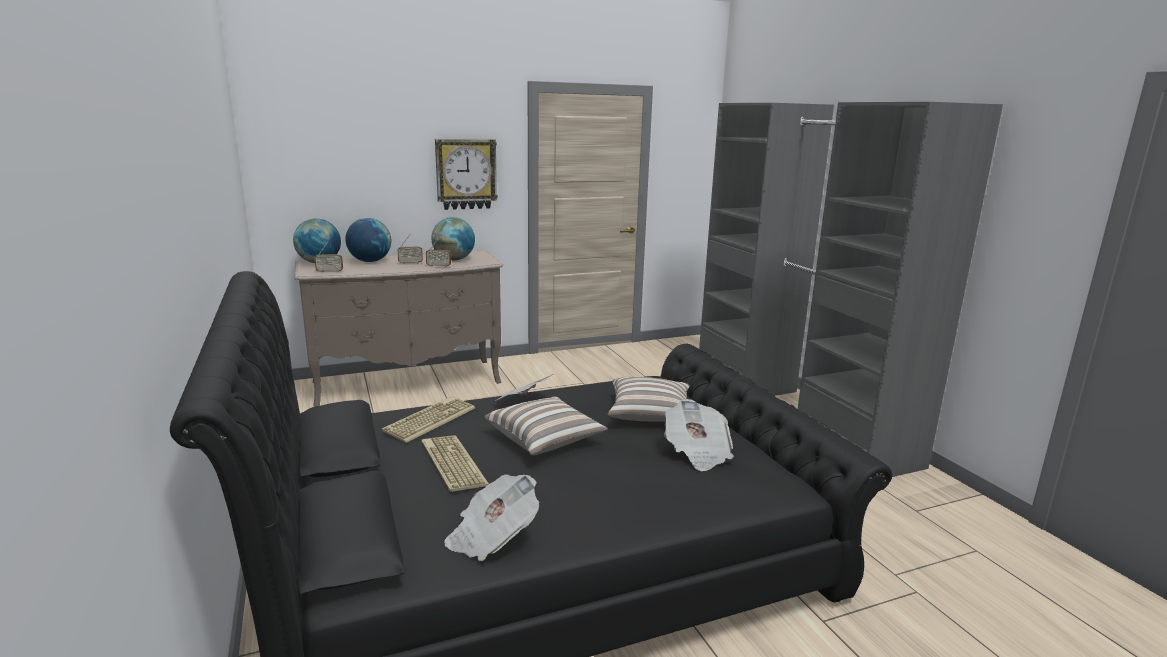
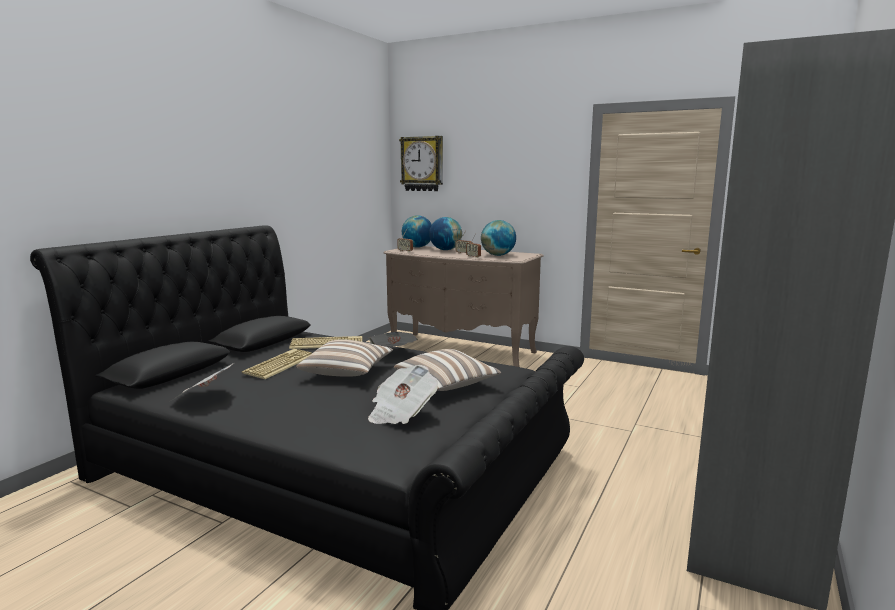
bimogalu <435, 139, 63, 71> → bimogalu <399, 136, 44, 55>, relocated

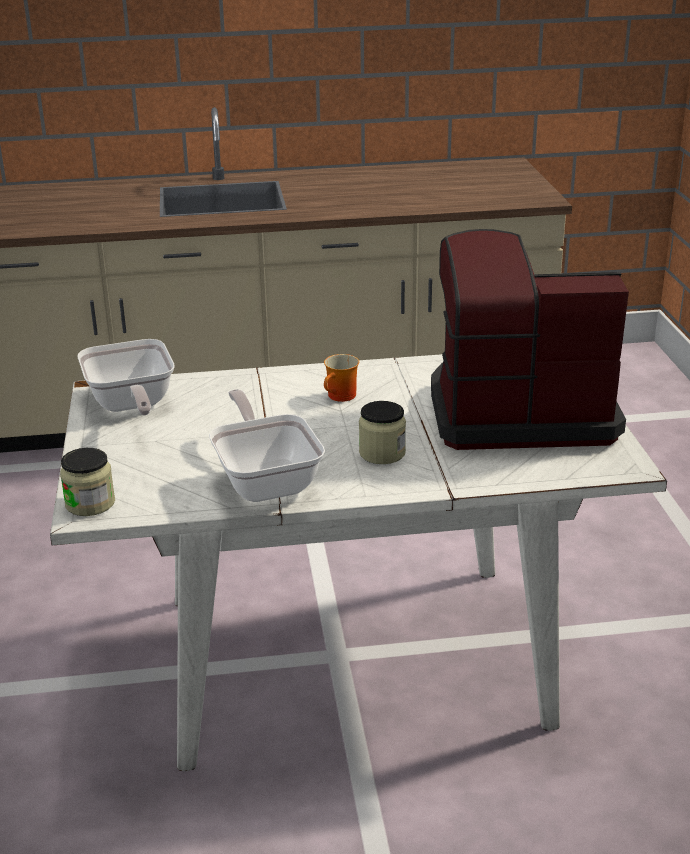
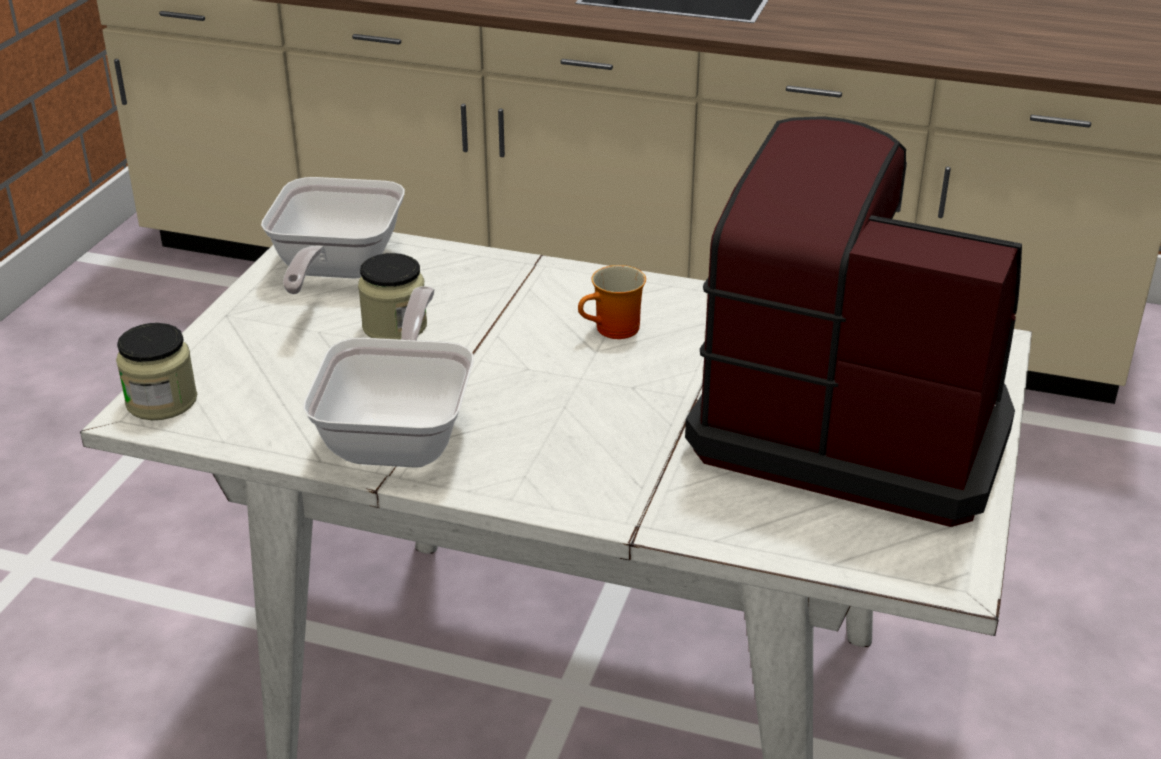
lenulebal <359, 401, 47, 63> → lenulebal <358, 253, 69, 86>, relocated

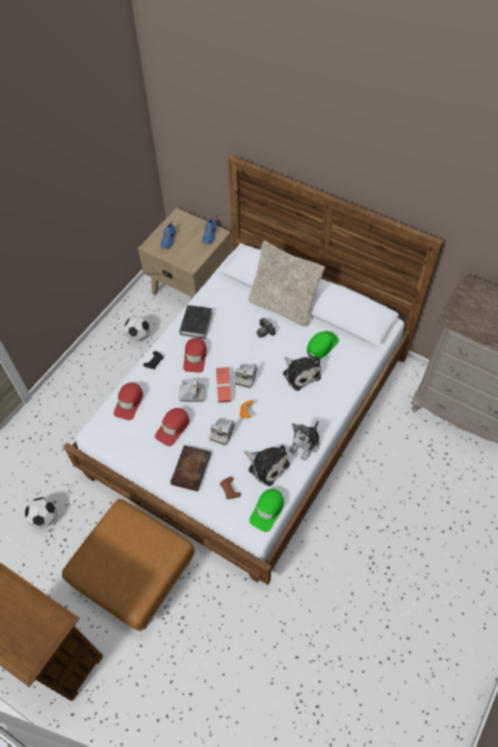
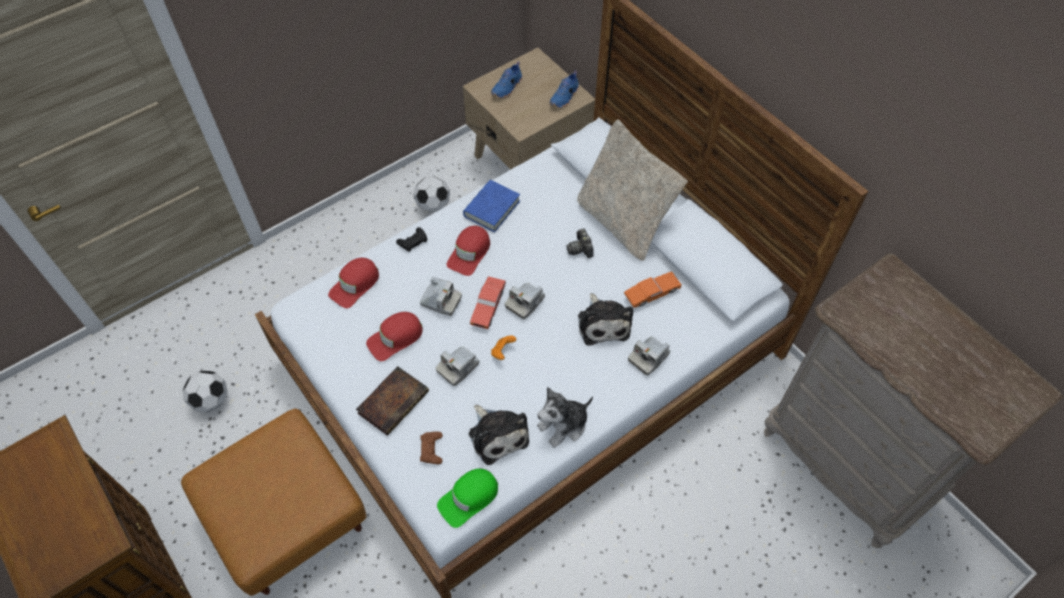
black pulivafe <179, 305, 33, 34> → blue pulivafe <463, 180, 57, 52>
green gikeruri <307, 331, 32, 28> → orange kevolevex <624, 272, 58, 36>
- → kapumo <628, 336, 42, 39>

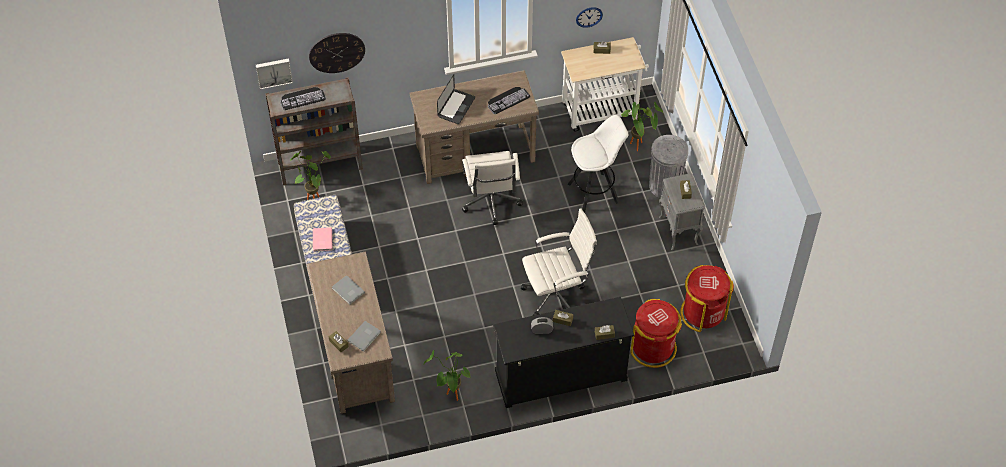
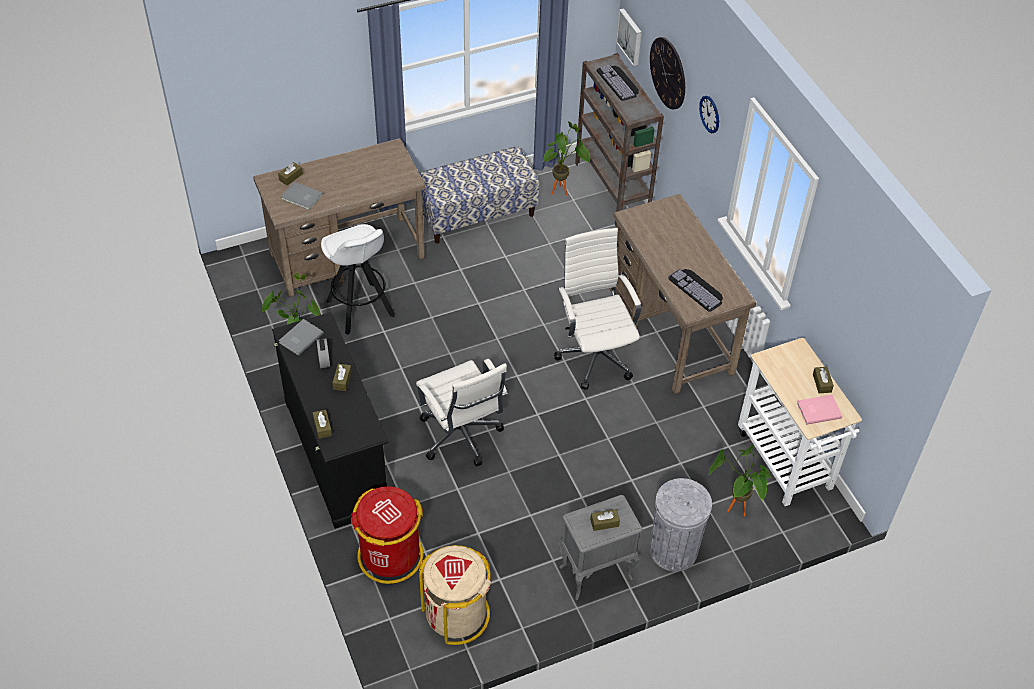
bimogalu <576, 7, 27, 21> → bimogalu <699, 96, 20, 37>, relocated
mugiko <437, 74, 38, 50> → -
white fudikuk <568, 115, 61, 98> → white fudikuk <321, 224, 74, 111>, relocated
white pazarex <462, 151, 61, 74> → white pazarex <554, 228, 87, 162>, 90 degrees clockwise
pink pulivafe <313, 227, 19, 24> → pink pulivafe <797, 395, 45, 30>, relocated
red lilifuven <680, 265, 54, 67> → beige lilifuven <419, 545, 72, 100>
grey pulivafe <332, 275, 33, 30> → grey pulivafe <279, 319, 45, 37>, relocated

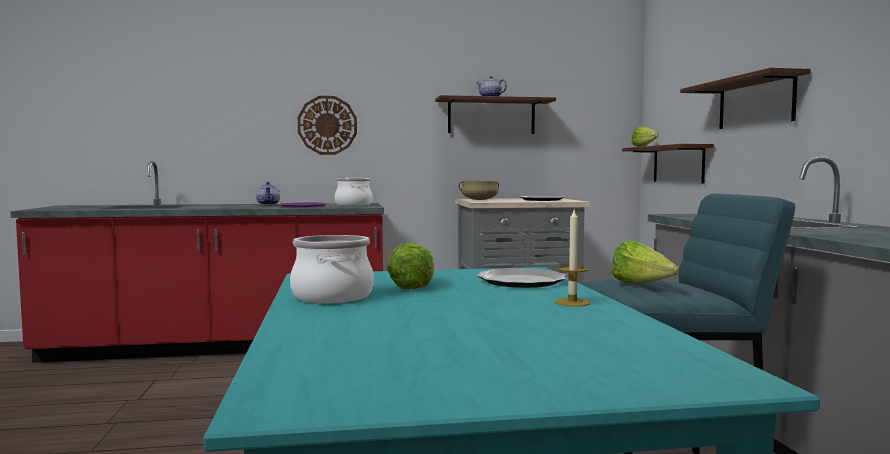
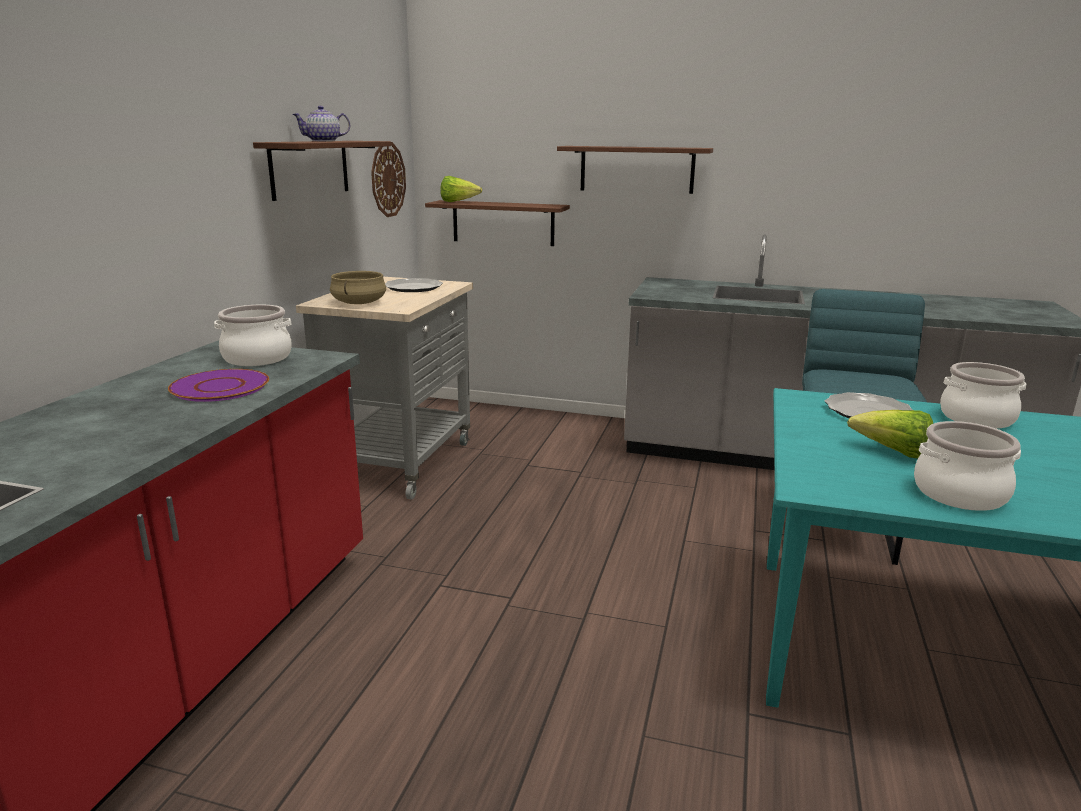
bimogalu <298, 96, 59, 59> → bimogalu <371, 142, 35, 75>, relocated
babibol <256, 182, 24, 23> → -
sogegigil <555, 210, 35, 97> → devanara <940, 362, 86, 67>
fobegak <612, 240, 67, 44> → -

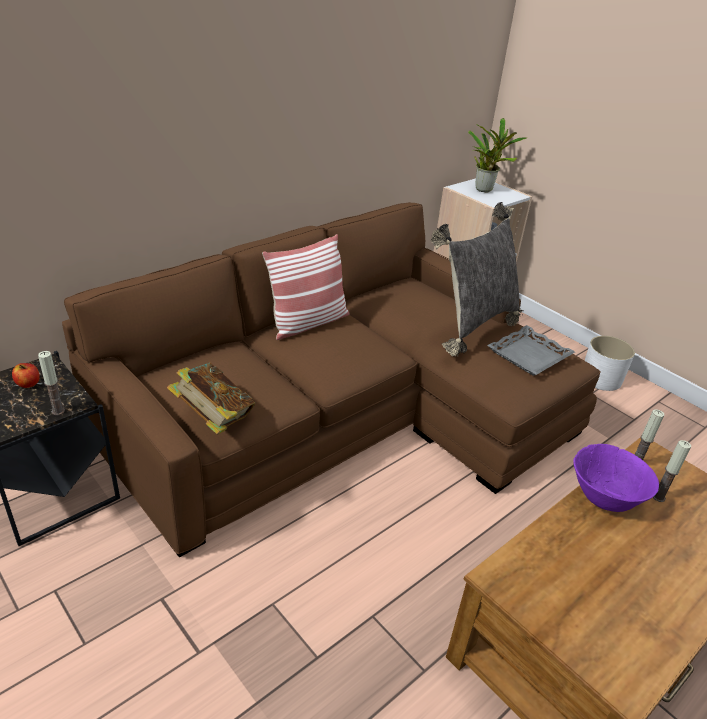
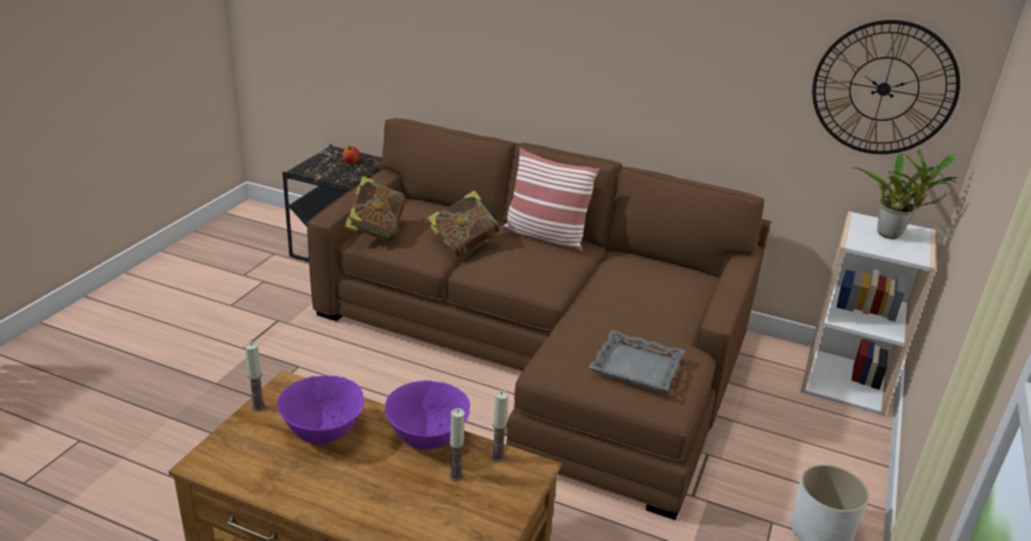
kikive <431, 202, 93, 155> → -
sogegigil <38, 351, 27, 64> → sogegigil <245, 342, 20, 70>, relocated
- → bimogalu <812, 20, 148, 134>
- → pulivafe <428, 190, 73, 68>
- → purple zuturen <277, 375, 88, 70>

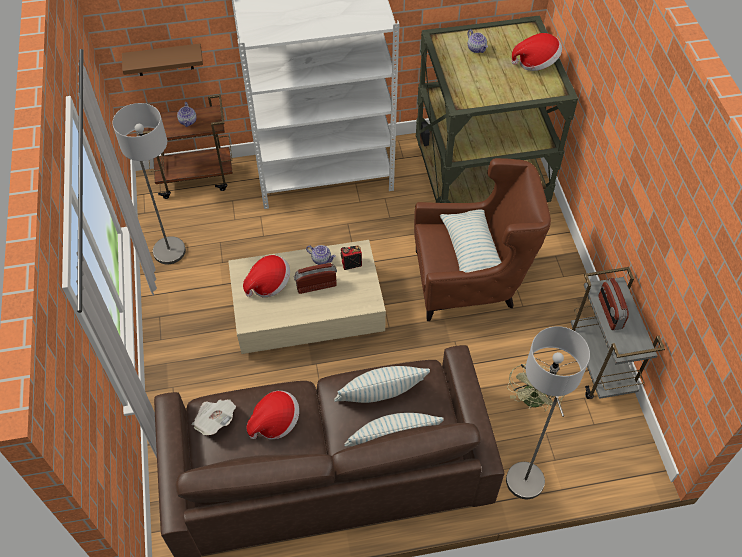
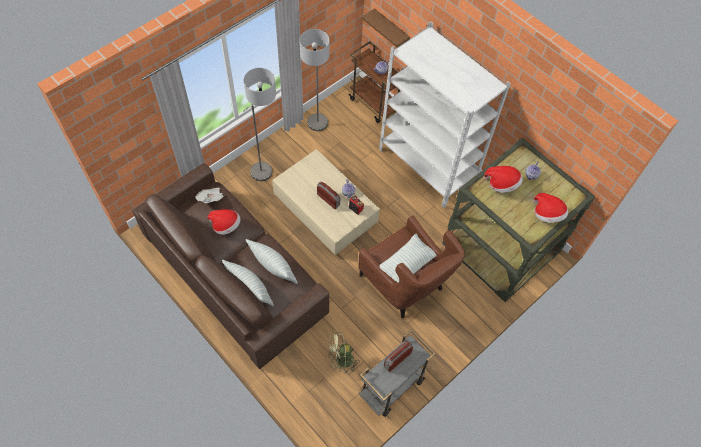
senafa <243, 255, 47, 43> → senafa <484, 166, 39, 27>, relocated
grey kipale <506, 326, 84, 173> → grey kipale <243, 68, 33, 113>, relocated

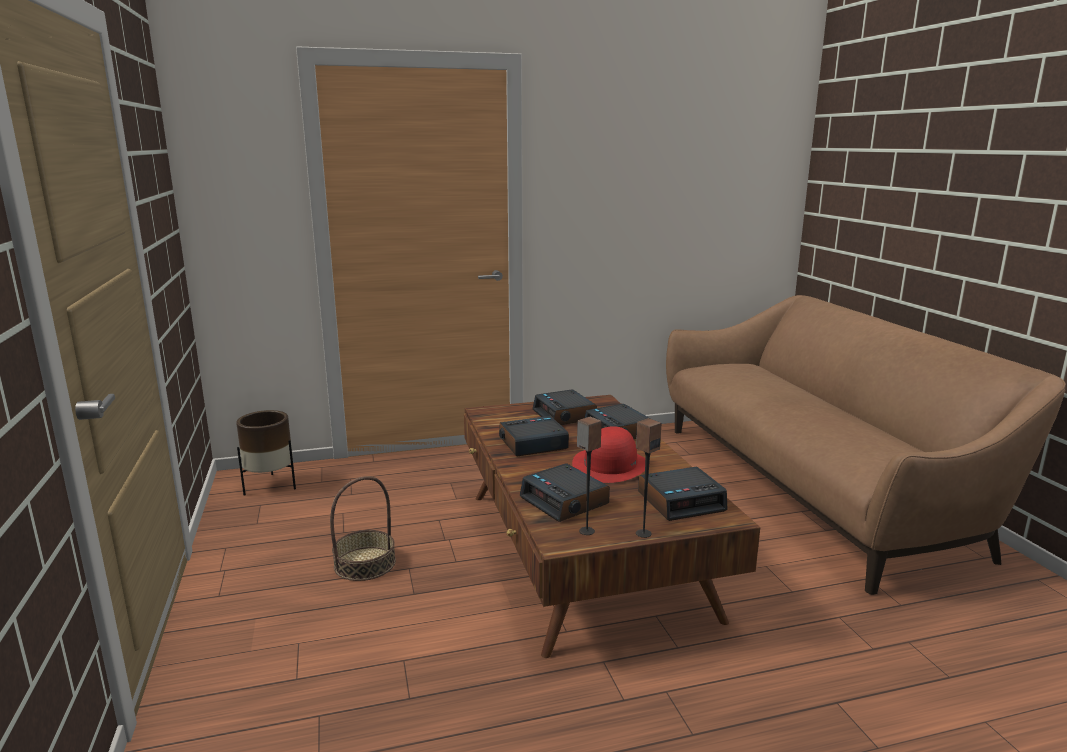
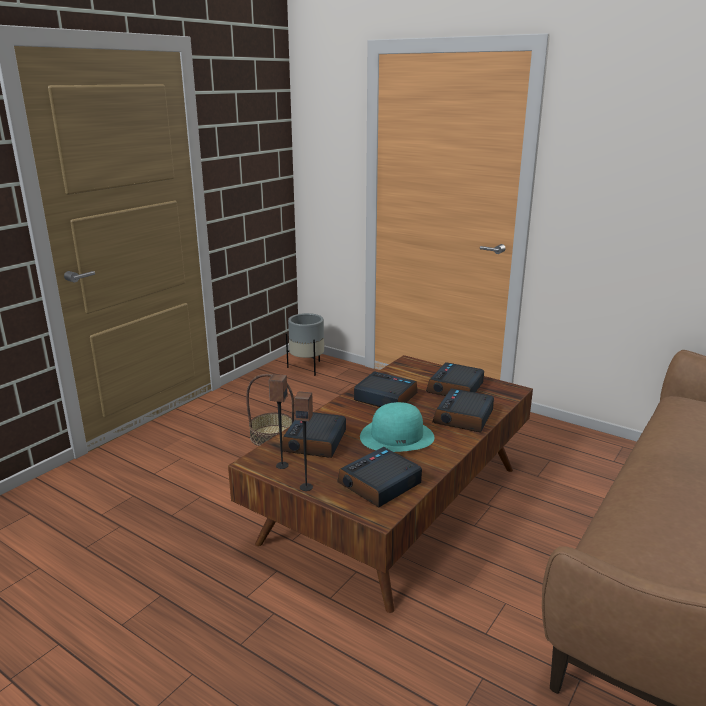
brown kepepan <236, 410, 60, 86> → grey kepepan <286, 313, 38, 63>
red senafa <572, 426, 73, 57> → turquoise senafa <360, 402, 74, 50>
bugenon <638, 467, 90, 54> → bugenon <337, 447, 85, 61>, 105 degrees clockwise

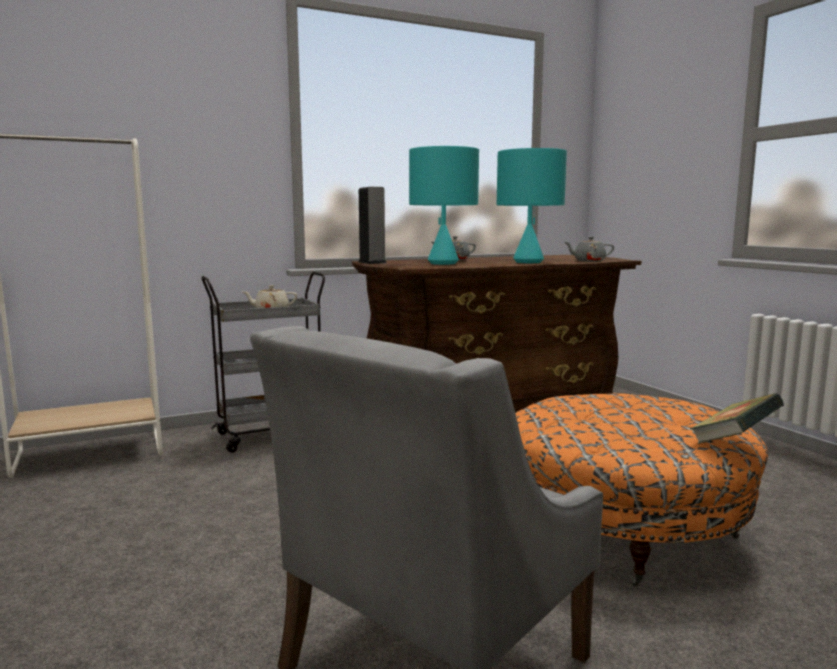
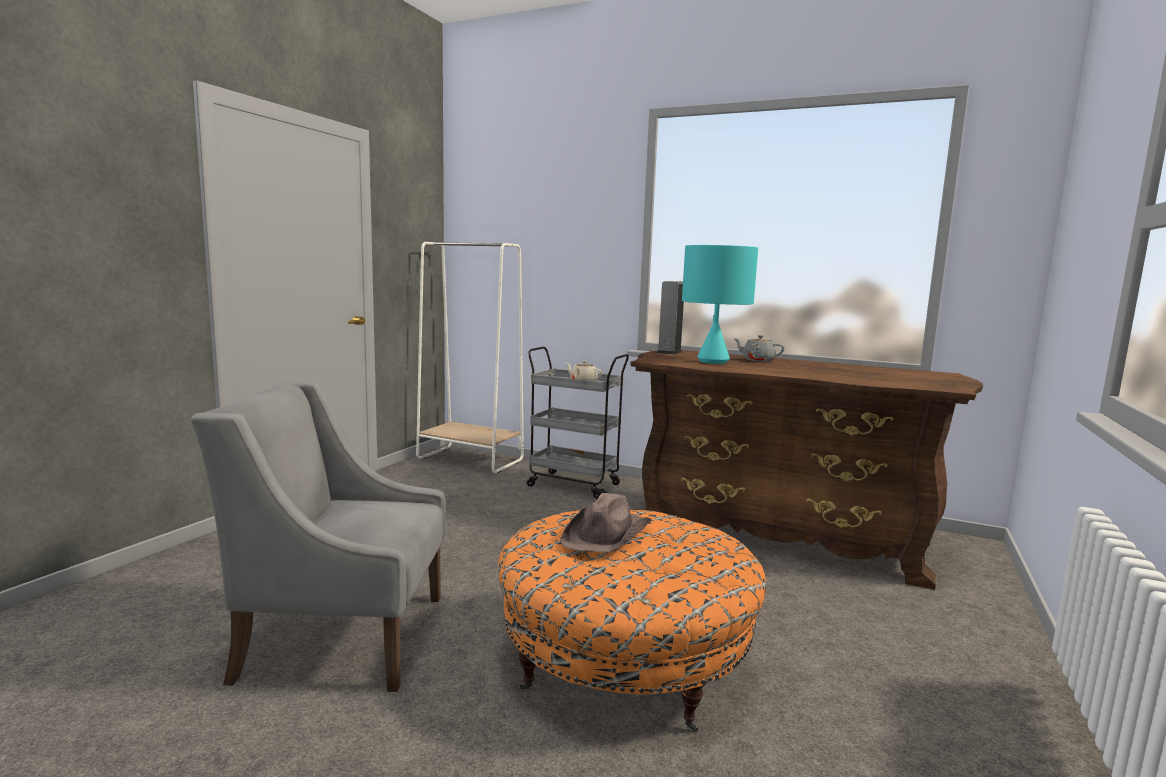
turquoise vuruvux <497, 148, 70, 115> → -
grey babibol <565, 237, 49, 25> → -
pulivafe <690, 393, 94, 51> → -
- → brown senafa <560, 493, 92, 59>

